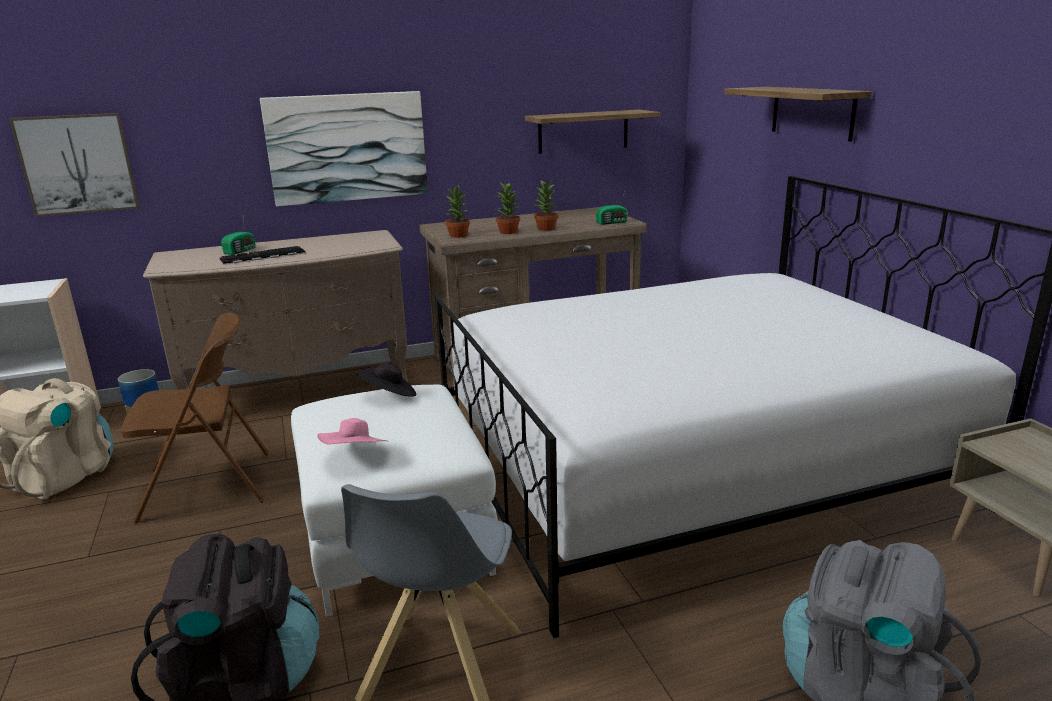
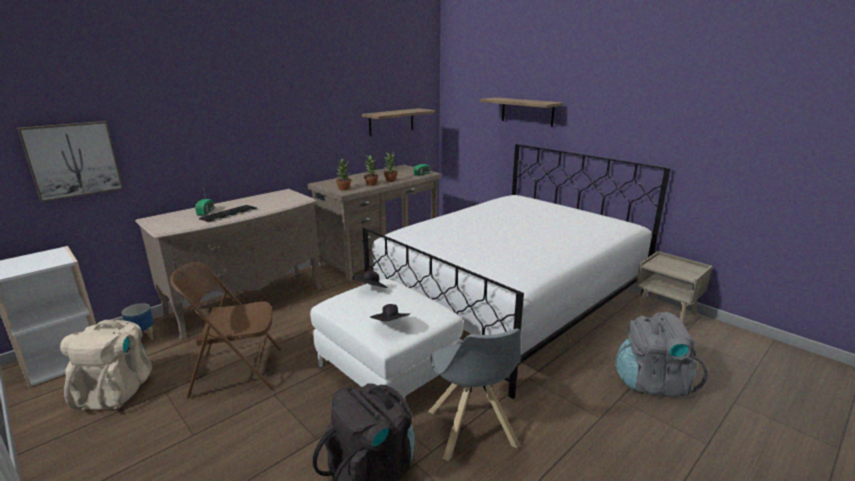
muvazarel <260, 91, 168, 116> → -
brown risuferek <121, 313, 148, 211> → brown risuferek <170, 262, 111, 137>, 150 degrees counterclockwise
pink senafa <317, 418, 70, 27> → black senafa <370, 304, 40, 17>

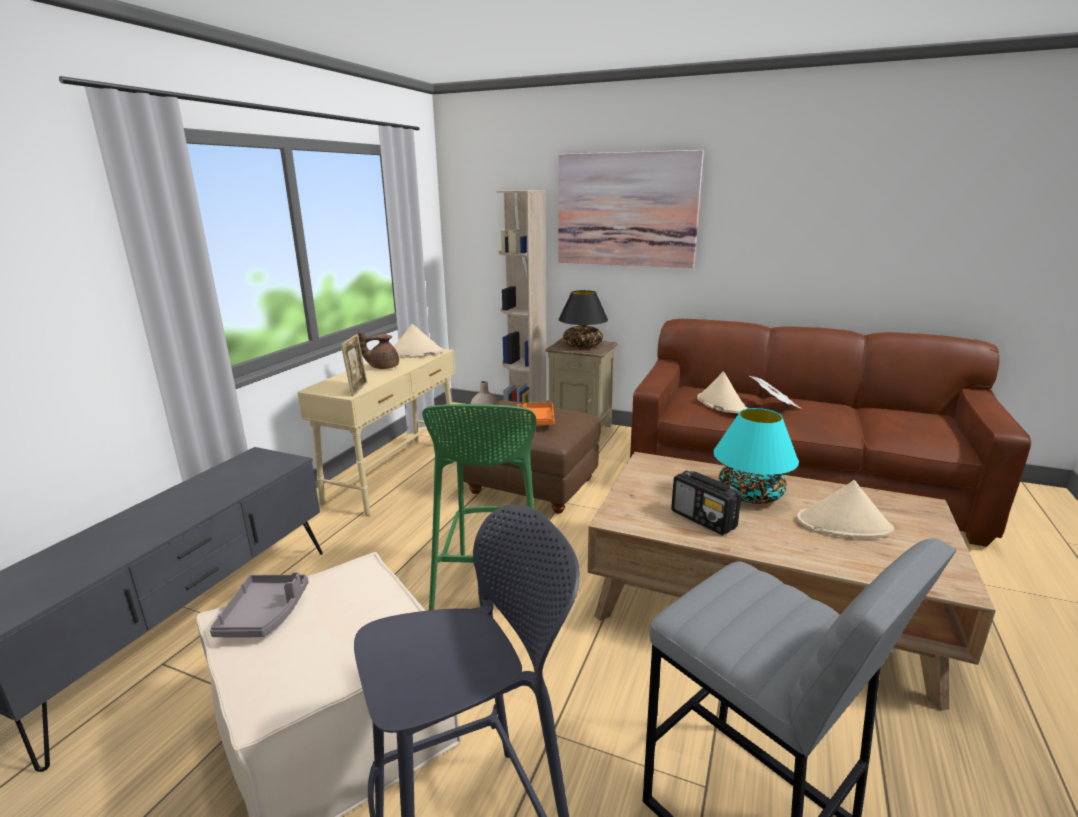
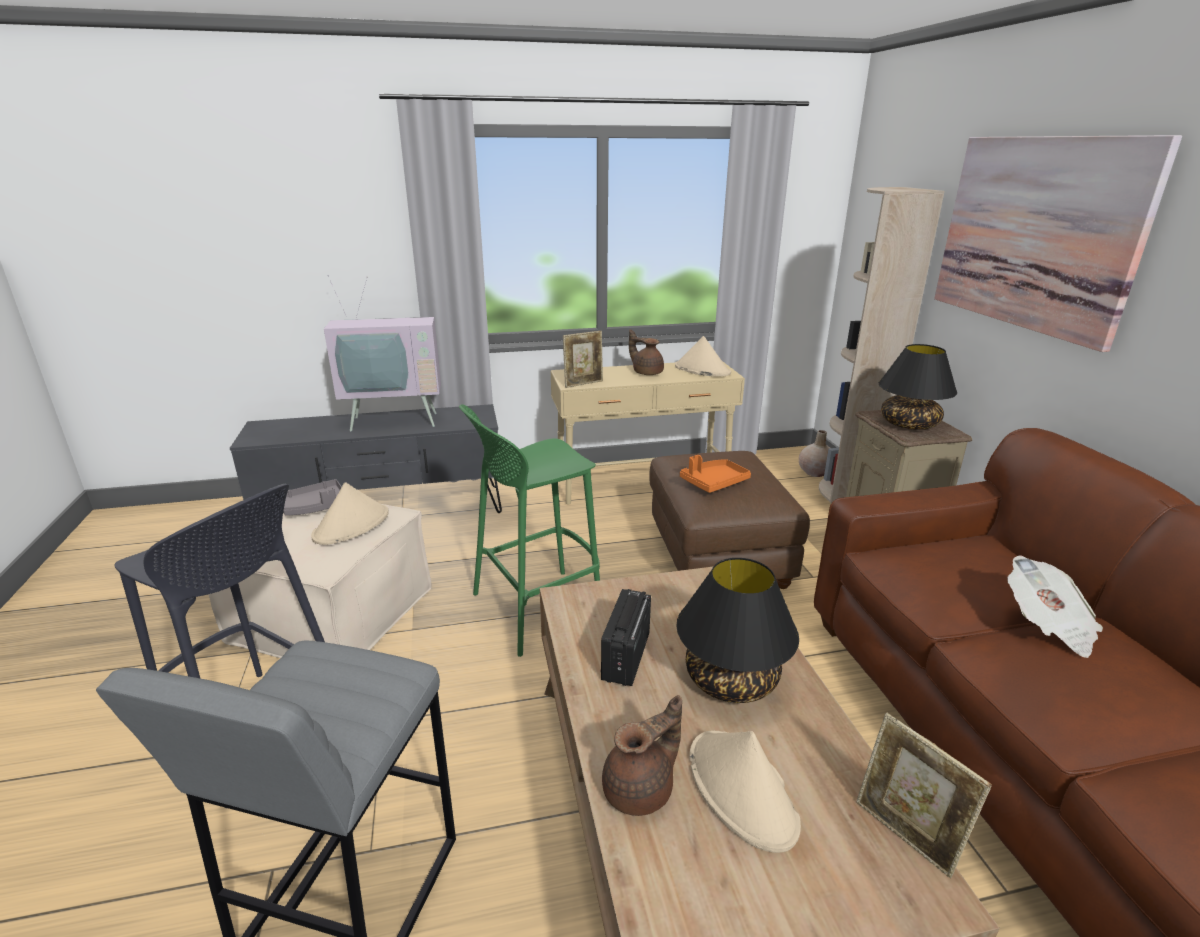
beige senafa <697, 371, 50, 42> → beige senafa <311, 482, 78, 63>, relocated
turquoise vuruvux <714, 408, 85, 96> → black vuruvux <676, 558, 123, 145>
- → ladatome <324, 275, 117, 156>
- → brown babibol <602, 695, 80, 121>
- → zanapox <856, 713, 136, 165>

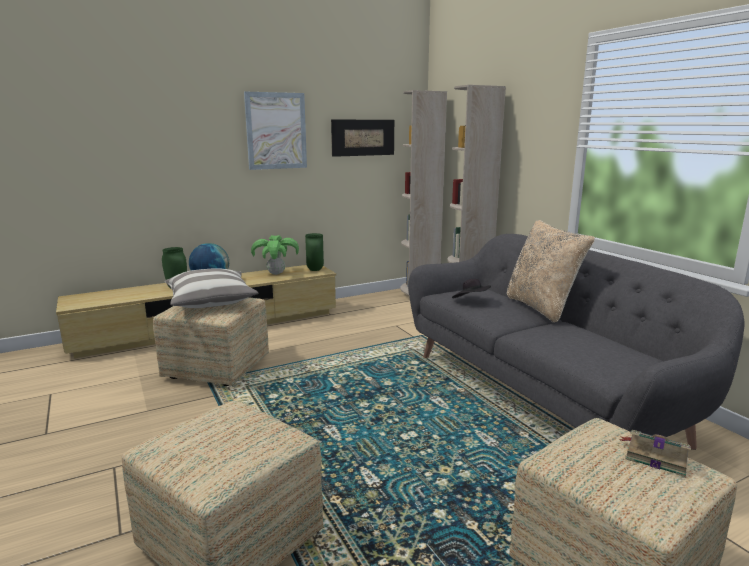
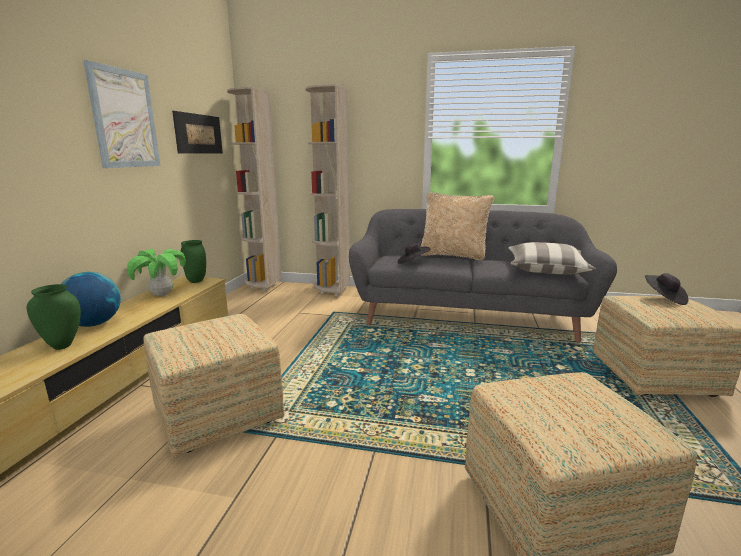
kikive <165, 268, 93, 40> → kikive <508, 242, 88, 33>, relocated
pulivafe <619, 430, 72, 47> → black senafa <645, 273, 43, 32>

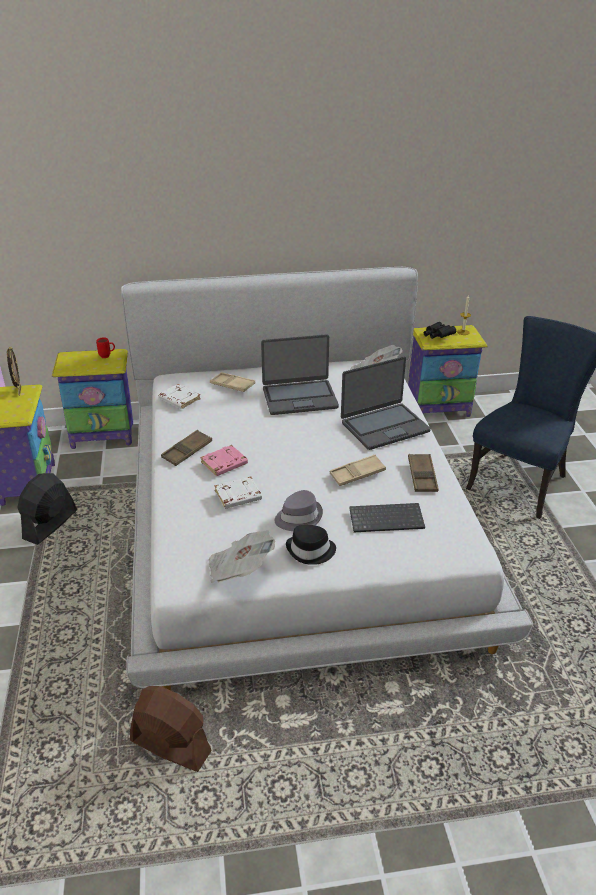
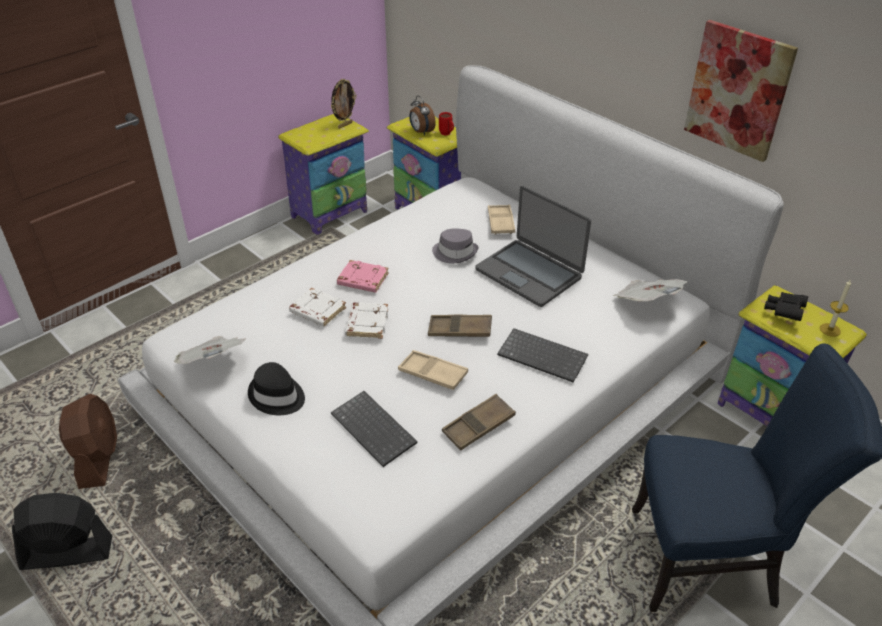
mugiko <341, 356, 90, 94> → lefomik <497, 328, 91, 54>
white pulivafe <159, 384, 42, 25> → white pulivafe <345, 302, 43, 37>, relocated
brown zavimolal <161, 430, 51, 36> → brown zavimolal <428, 314, 64, 23>, relocated
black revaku <17, 473, 60, 72> → black revaku <12, 493, 100, 77>, relocated
grey senafa <274, 490, 49, 41> → grey senafa <432, 228, 46, 35>, relocated
- → muvazarel <684, 20, 114, 142>
- → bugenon <409, 96, 27, 40>

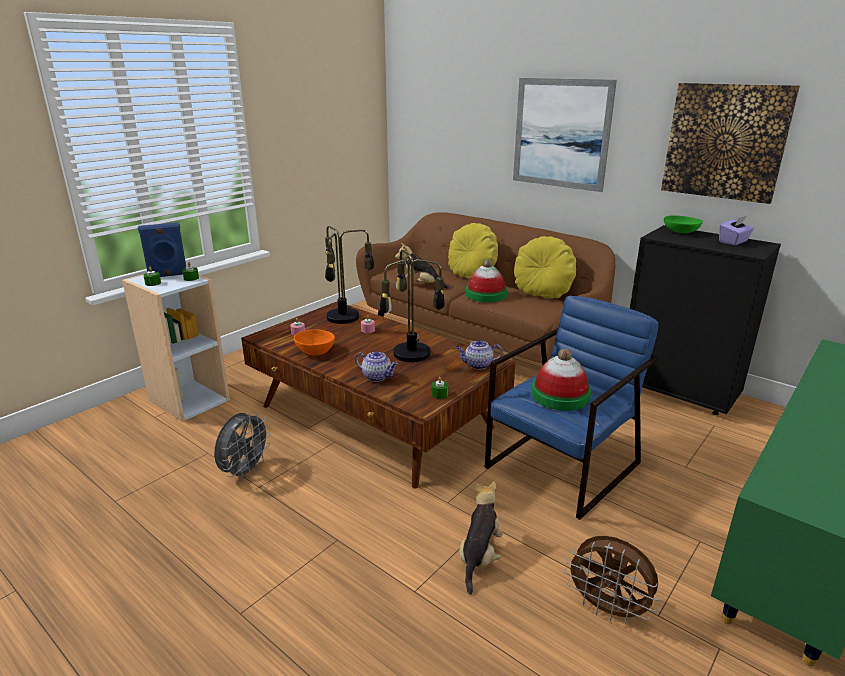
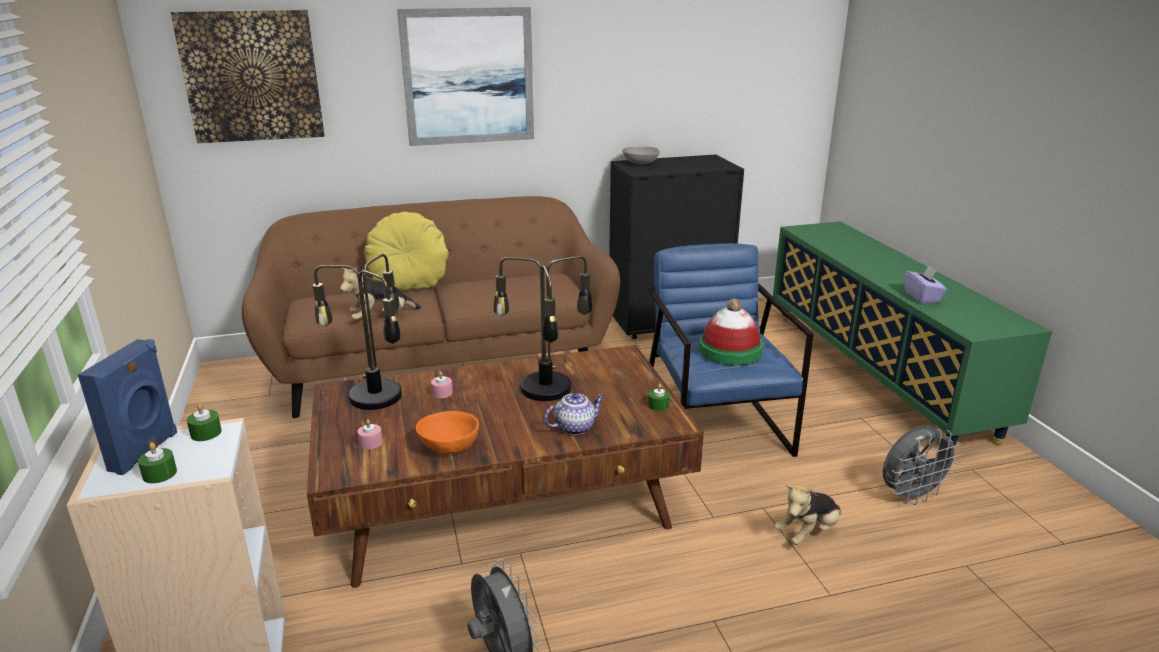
muvazarel <661, 83, 139, 121> → muvazarel <171, 10, 154, 133>, relocated
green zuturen <664, 215, 39, 18> → grey zuturen <622, 147, 38, 17>
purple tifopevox <719, 216, 35, 29> → purple tifopevox <904, 265, 43, 39>, relocated
yellow kikive <514, 236, 62, 62> → -
senafa <466, 259, 41, 43> → -
babibol <456, 339, 47, 30> → -
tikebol <459, 481, 44, 114> → tikebol <775, 485, 66, 60>, 90 degrees counterclockwise
brown revaku <564, 536, 97, 89> → grey revaku <883, 425, 78, 80>

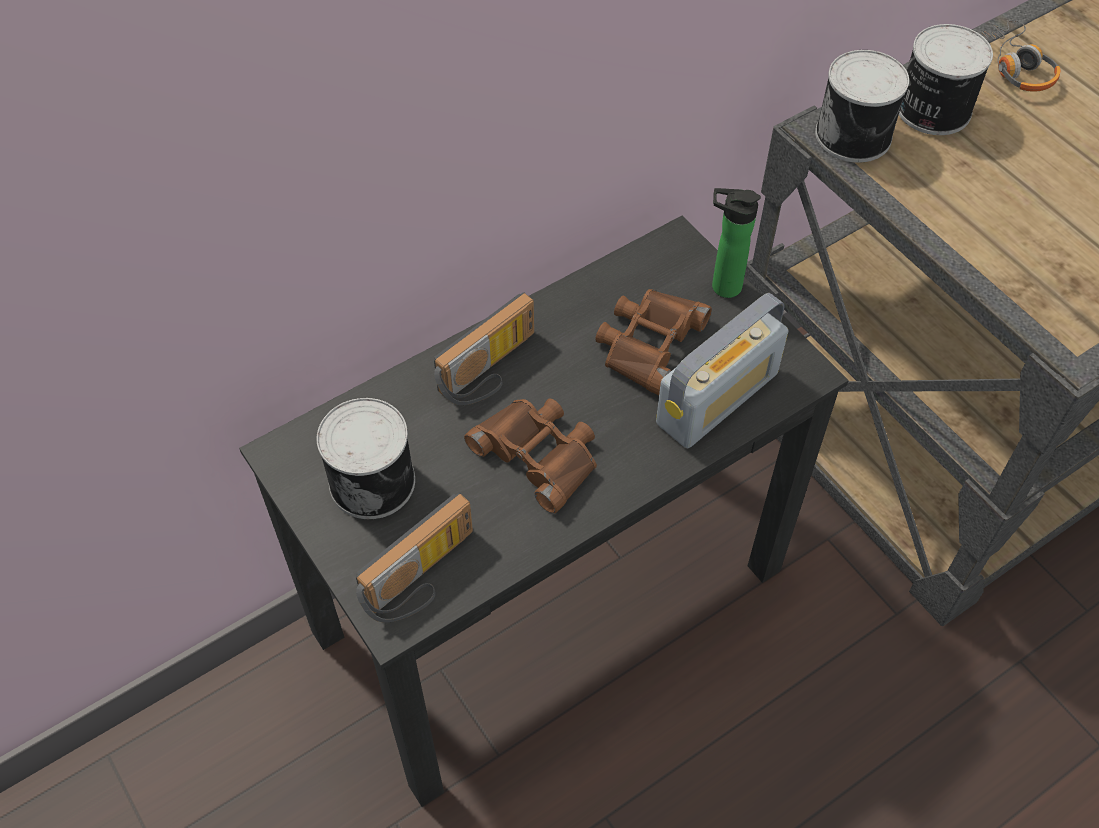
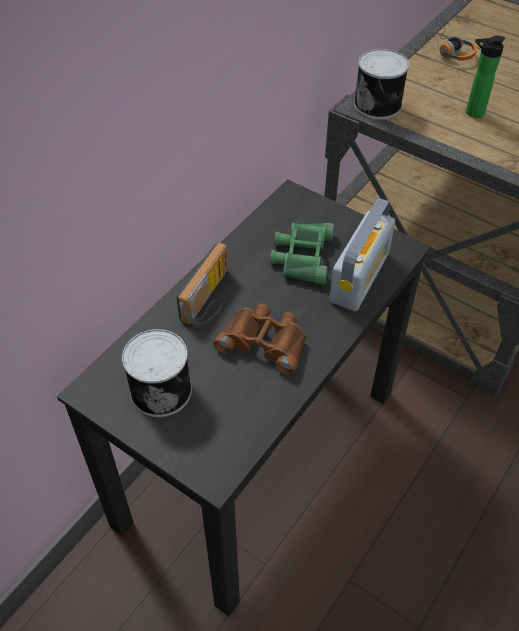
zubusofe <899, 24, 94, 111> → -
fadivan <712, 188, 49, 110> → fadivan <466, 35, 39, 83>, relocated
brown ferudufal <595, 289, 117, 106> → green ferudufal <270, 223, 64, 62>
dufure <356, 493, 117, 130> → -

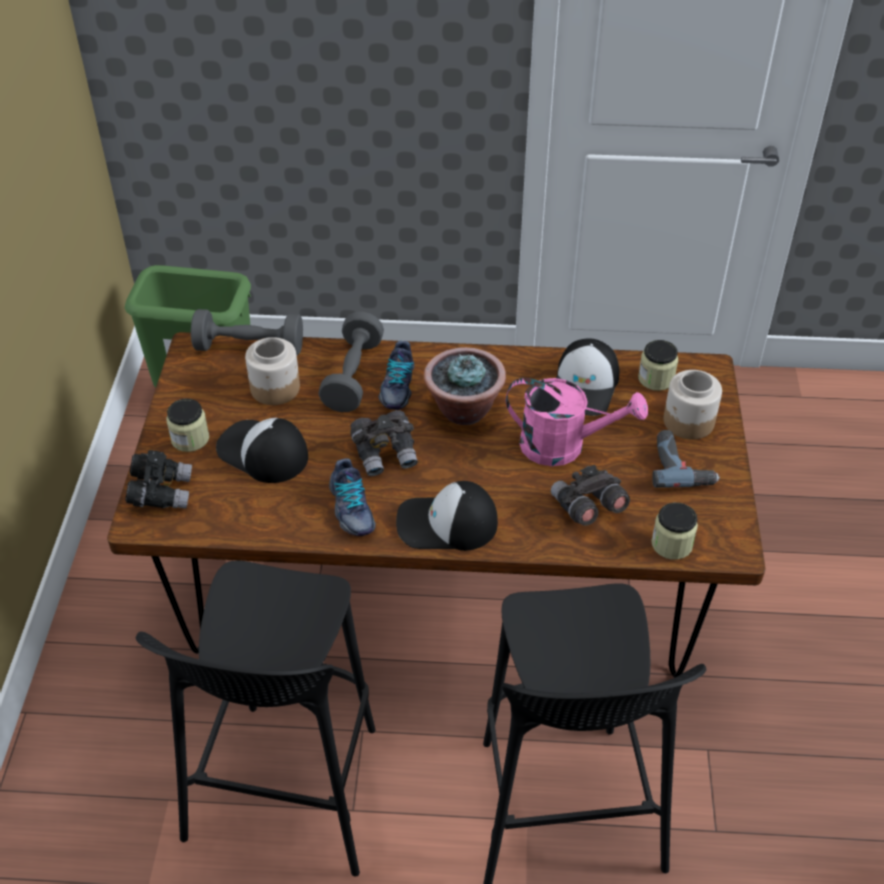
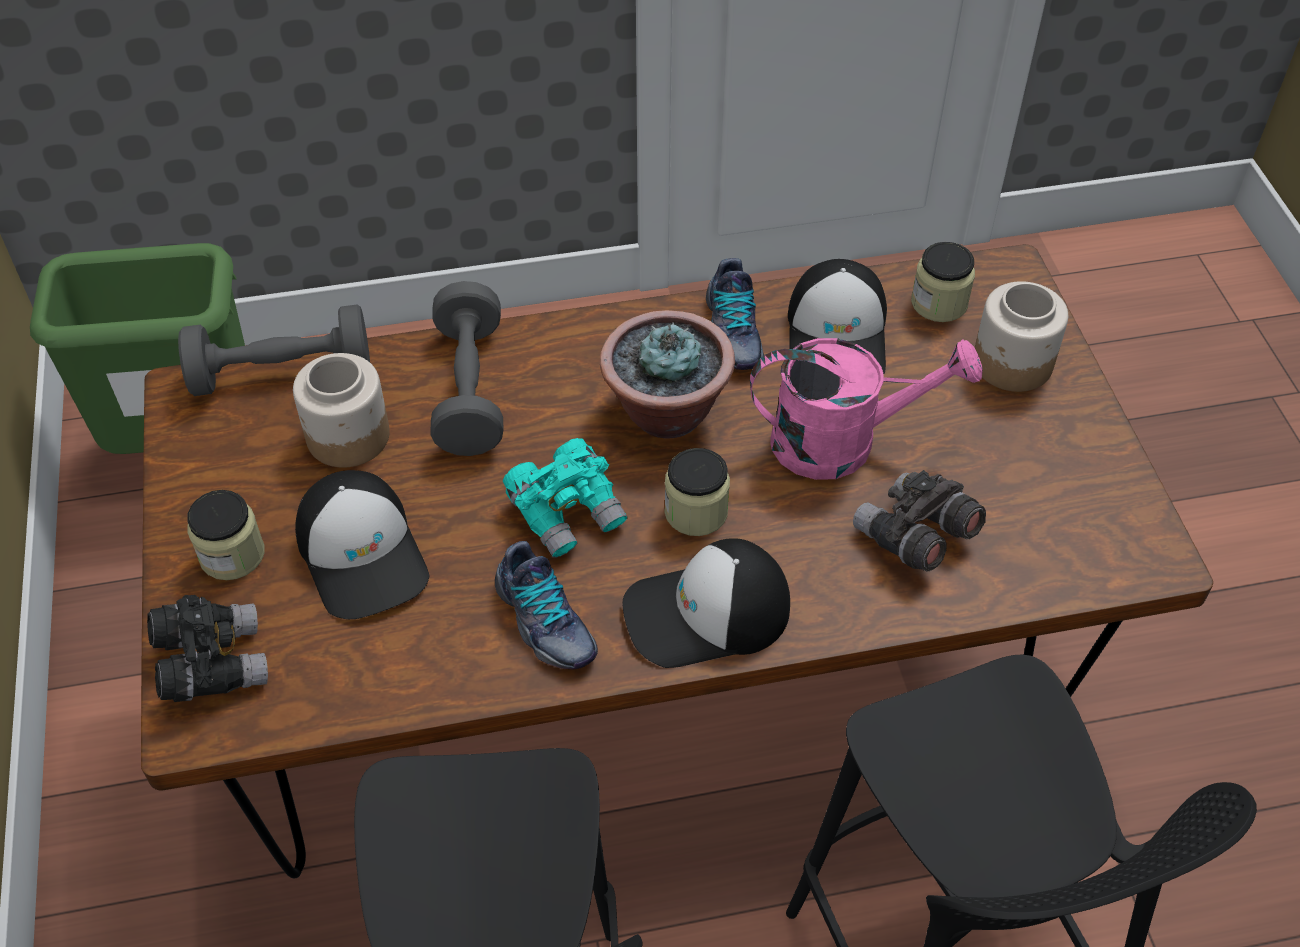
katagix <378, 341, 36, 69> → katagix <706, 258, 58, 112>, relocated
grey ferudufal <350, 410, 68, 66> → turquoise ferudufal <503, 438, 124, 120>
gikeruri <216, 418, 92, 65> → gikeruri <295, 470, 135, 149>, 135 degrees counterclockwise
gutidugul <652, 430, 68, 58> → -
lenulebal <651, 503, 47, 57> → lenulebal <664, 448, 66, 88>, relocated

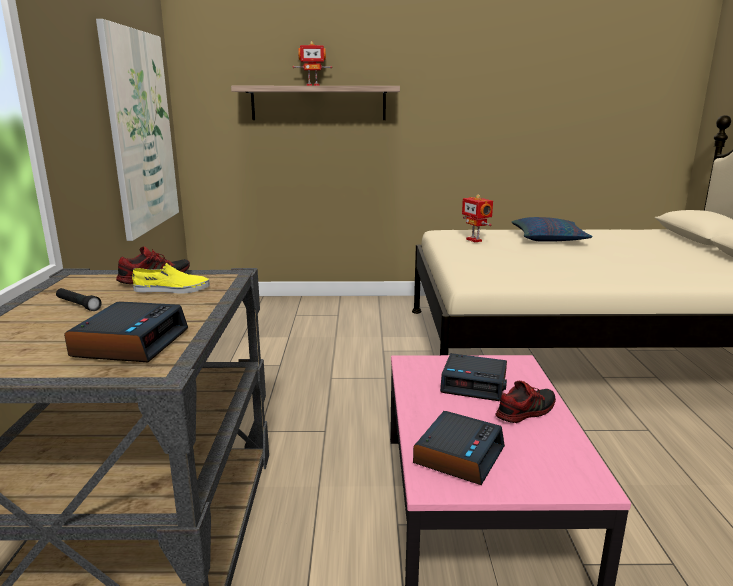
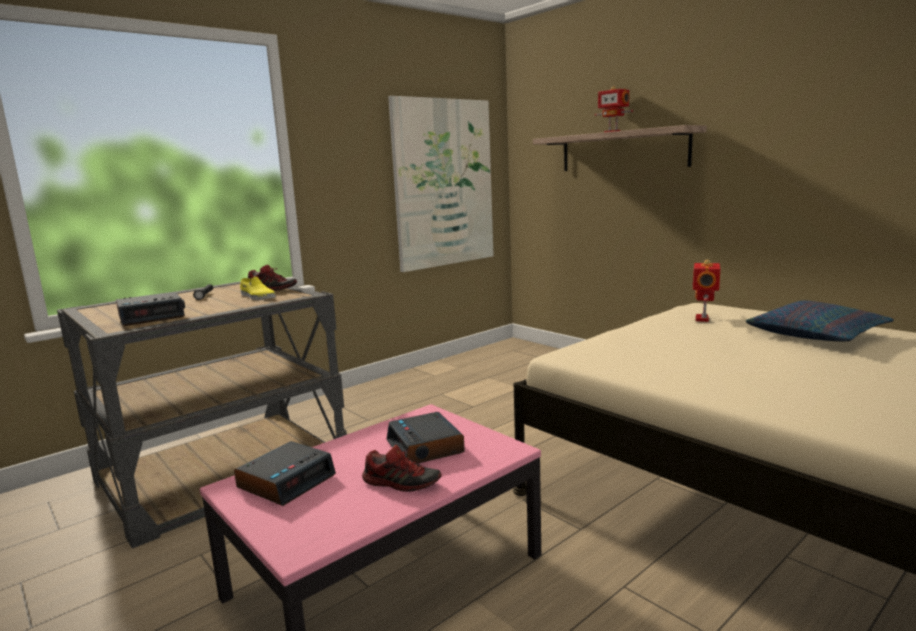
bugenon <413, 411, 92, 74> → bugenon <234, 441, 102, 65>, 45 degrees counterclockwise

